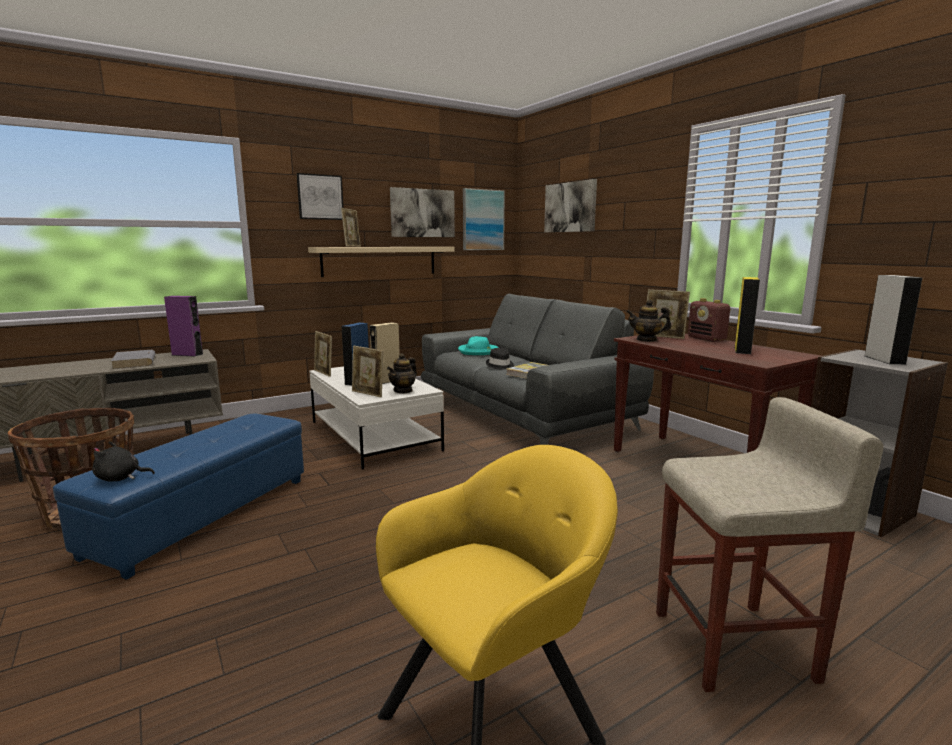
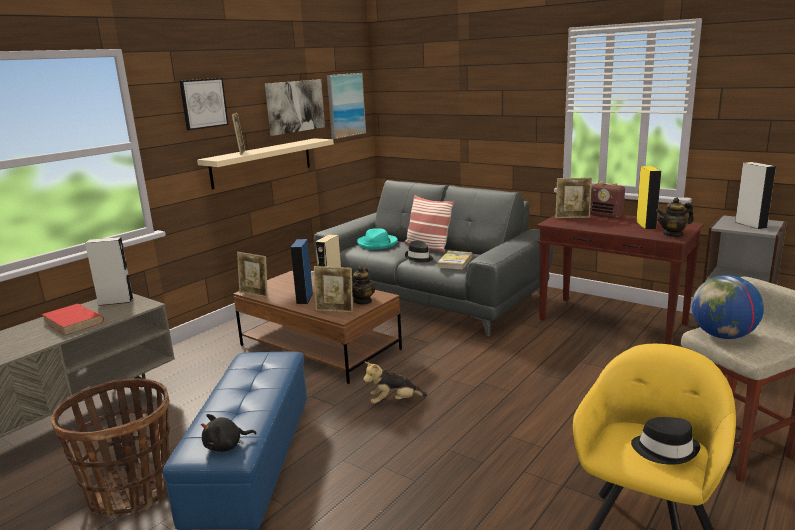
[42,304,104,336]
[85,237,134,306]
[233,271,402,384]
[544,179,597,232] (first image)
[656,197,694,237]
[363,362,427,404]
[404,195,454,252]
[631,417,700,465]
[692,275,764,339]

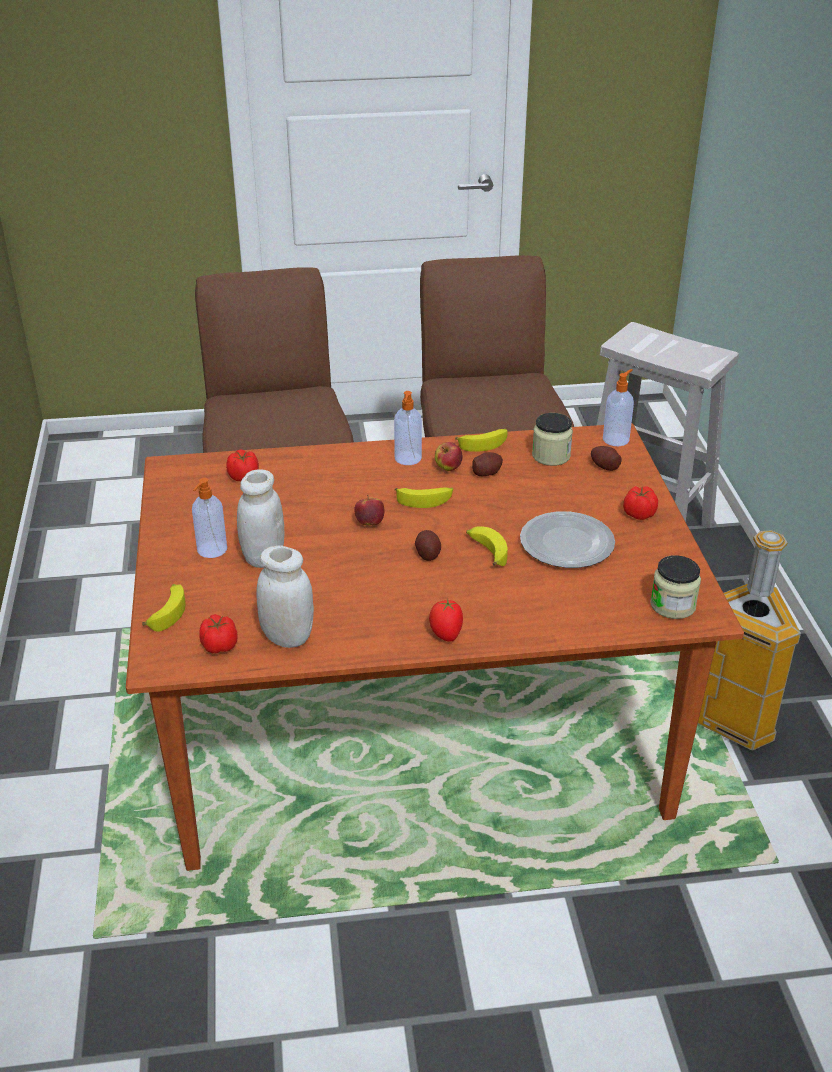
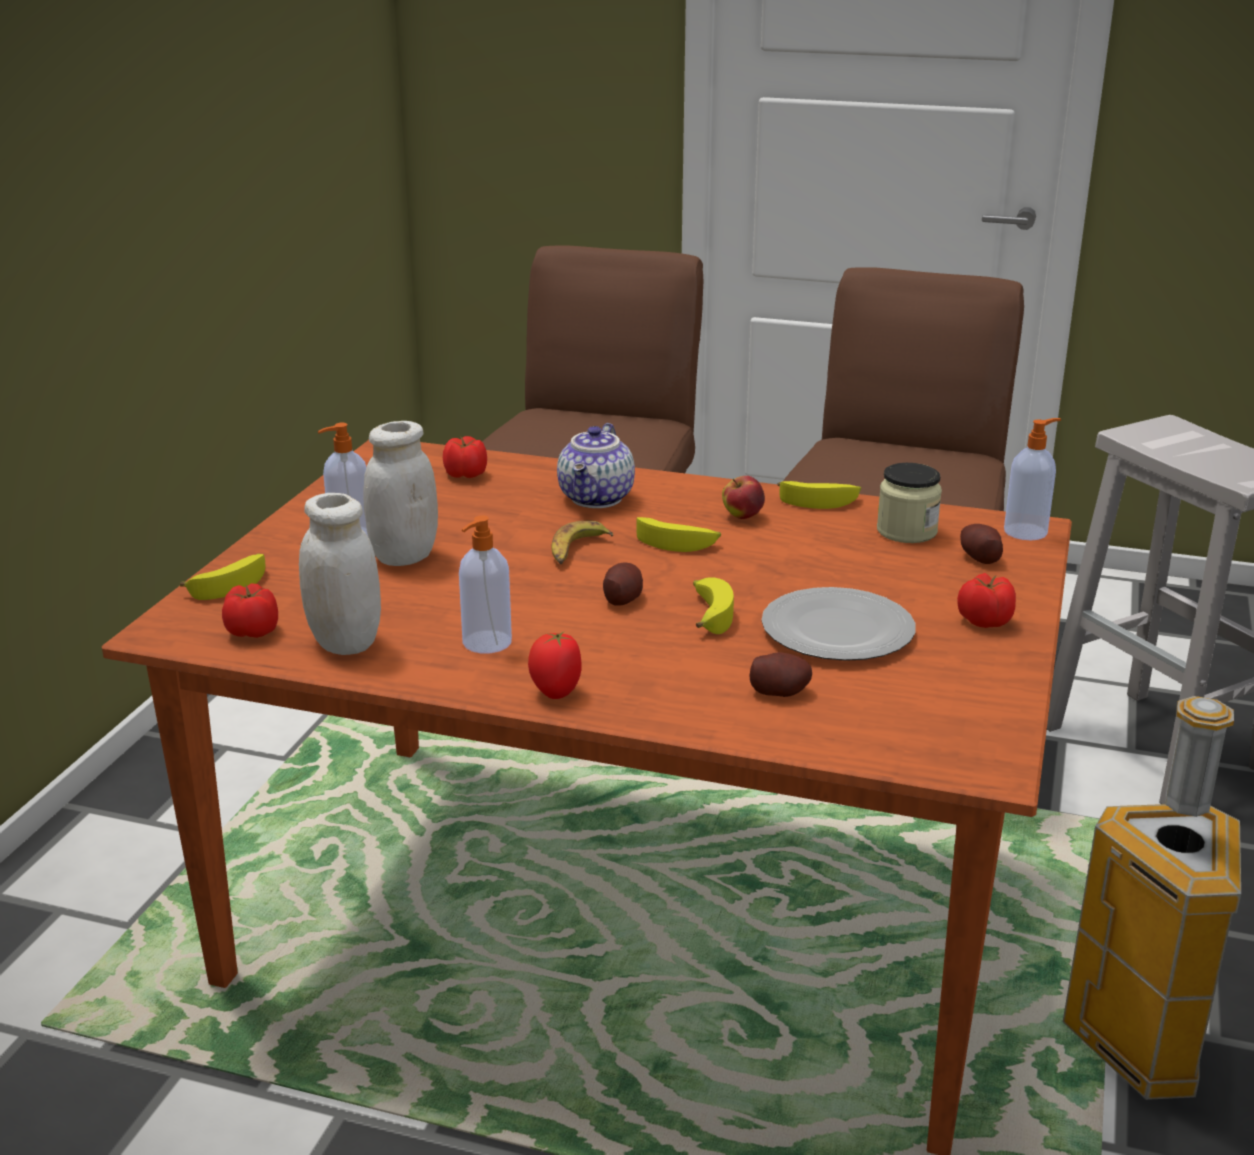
[551,521,613,565]
[459,515,512,653]
[749,652,812,697]
[650,555,701,619] (first image)
[557,423,635,508]

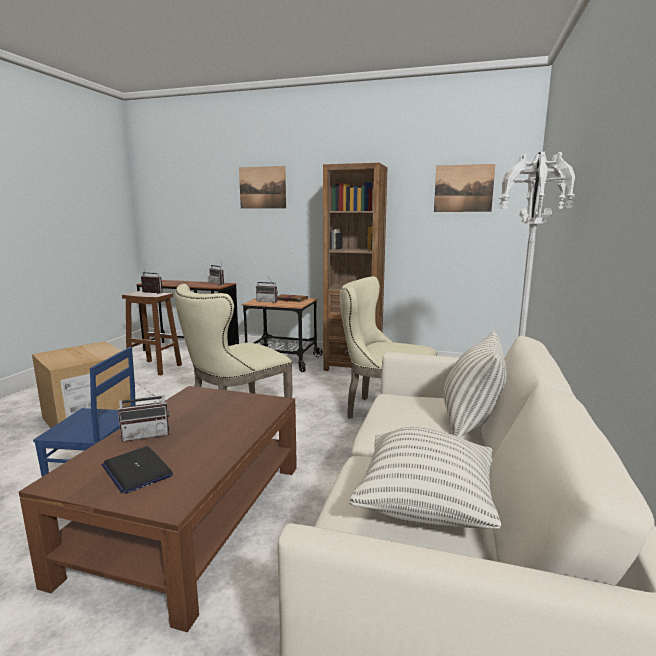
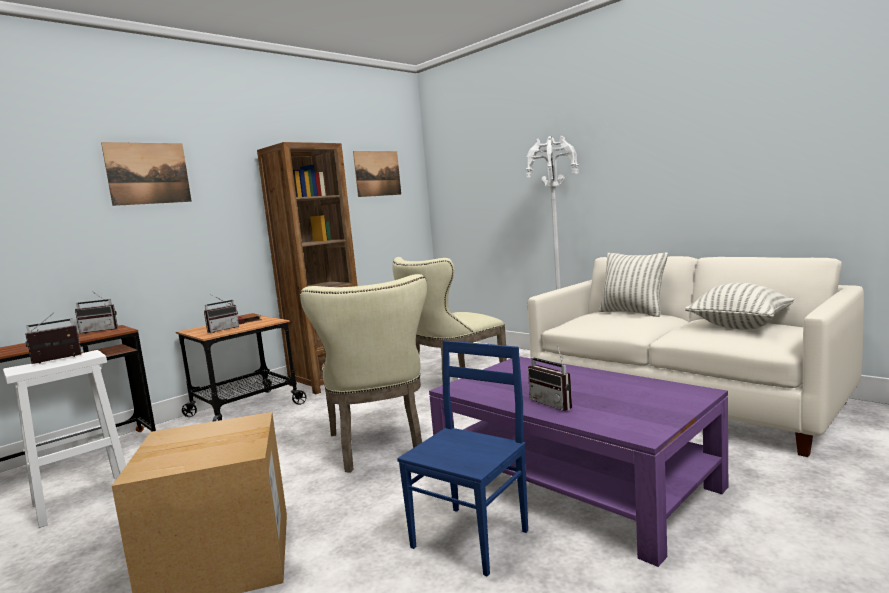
[429,357,728,567]
[101,446,173,494] (first image)
[528,345,572,411]
[3,350,126,528]

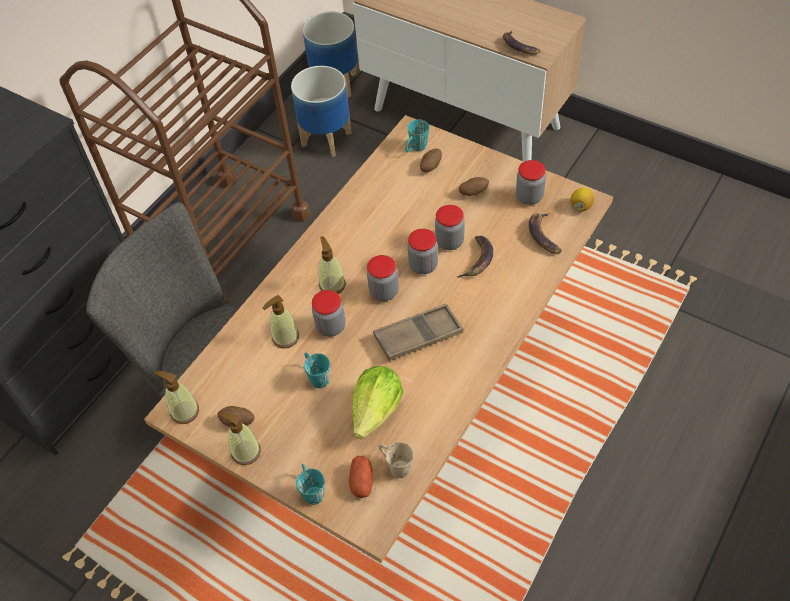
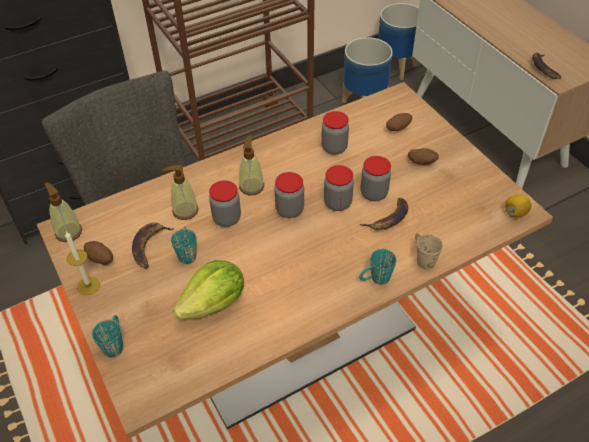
[65,232,100,295]
[349,456,373,498] (first image)
[373,304,463,361] (first image)
[415,233,443,269]
[359,249,397,285]
[321,111,349,155]
[132,222,174,269]

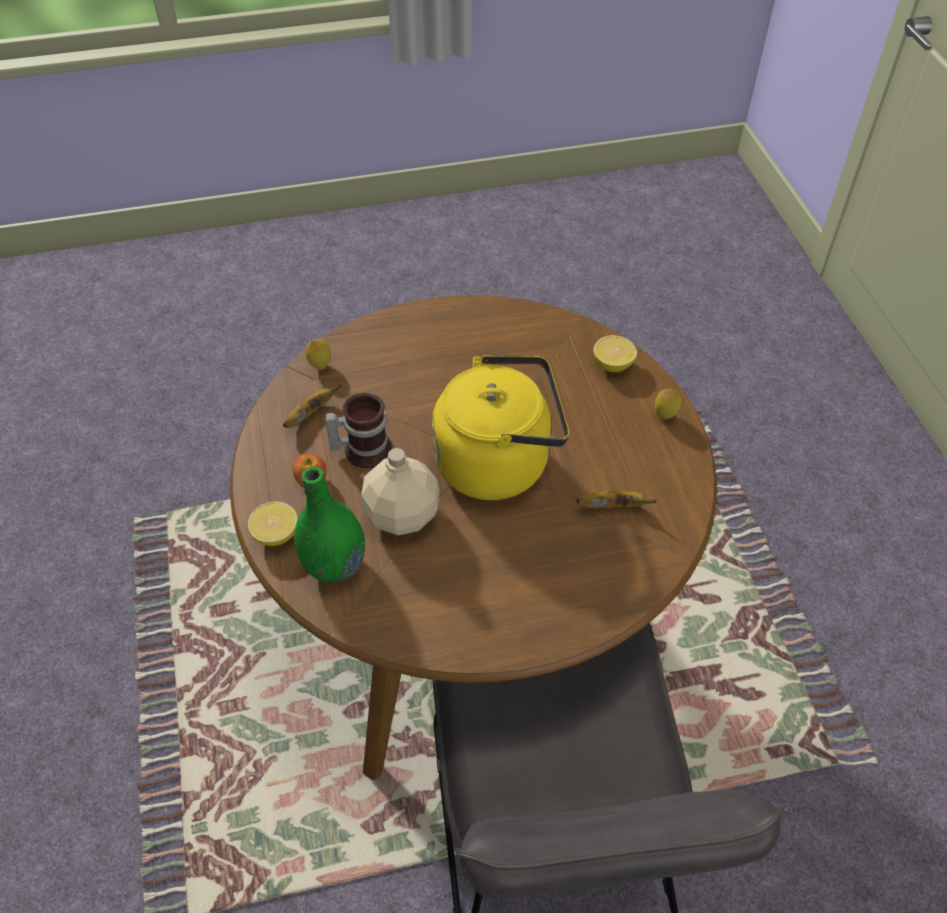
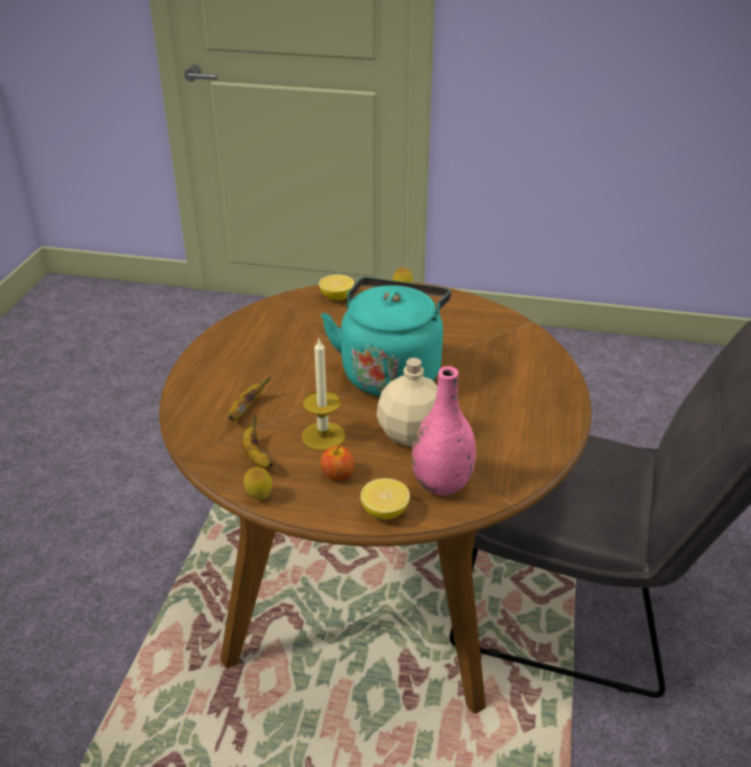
[412,366,476,495]
[244,467,273,500]
[301,339,345,451]
[321,277,451,396]
[228,376,271,421]

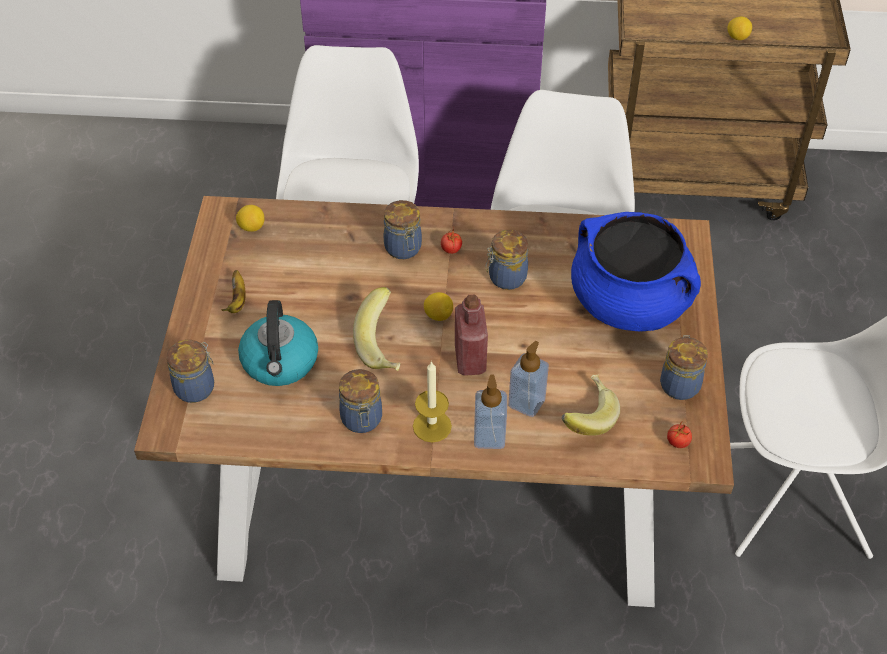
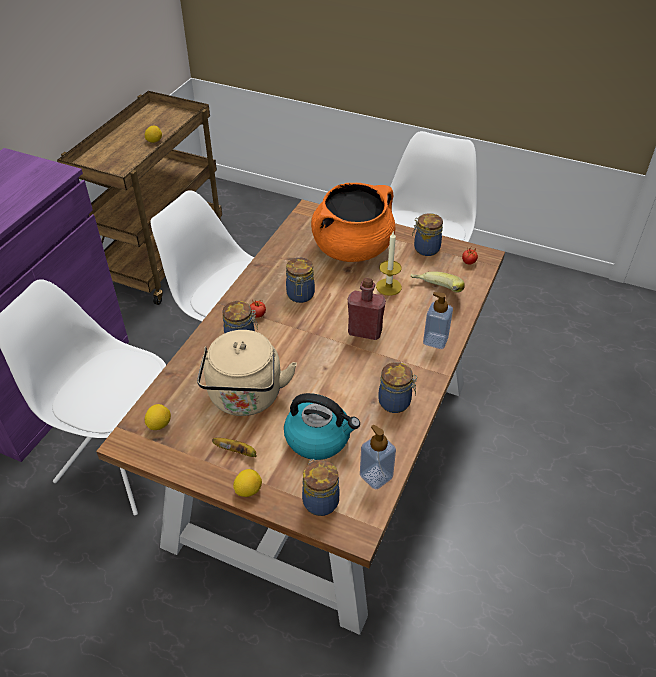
[353,287,400,371] (first image)
[376,232,402,296]
[233,469,262,497]
[360,425,396,490]
[311,183,395,262]
[197,330,297,416]

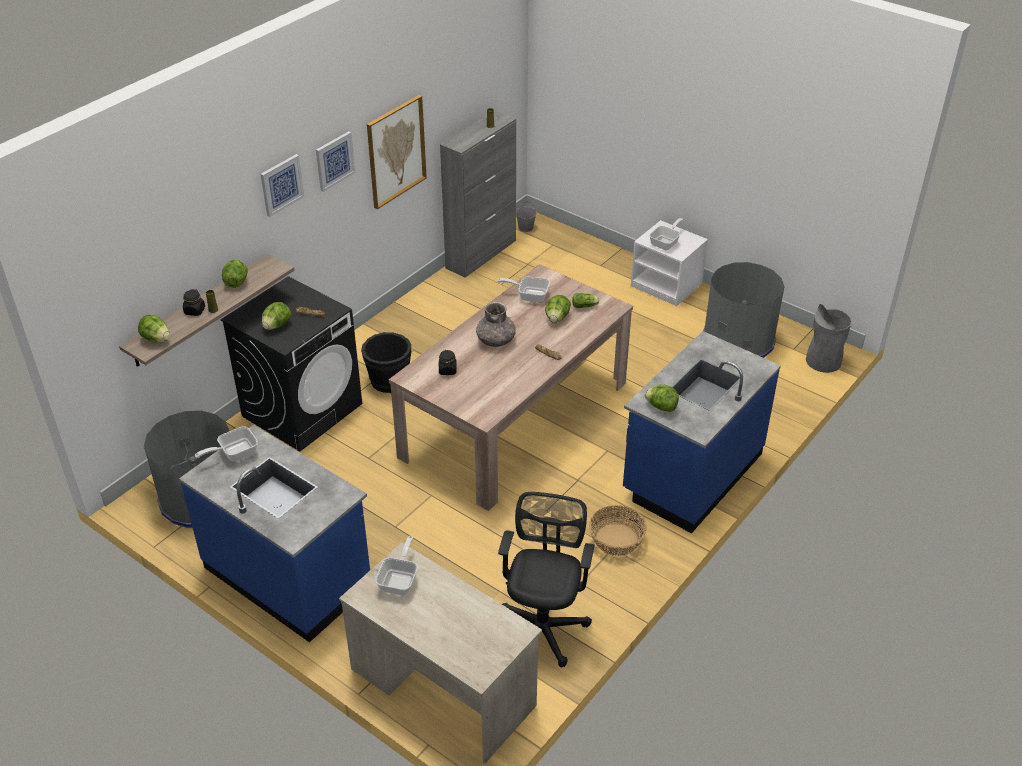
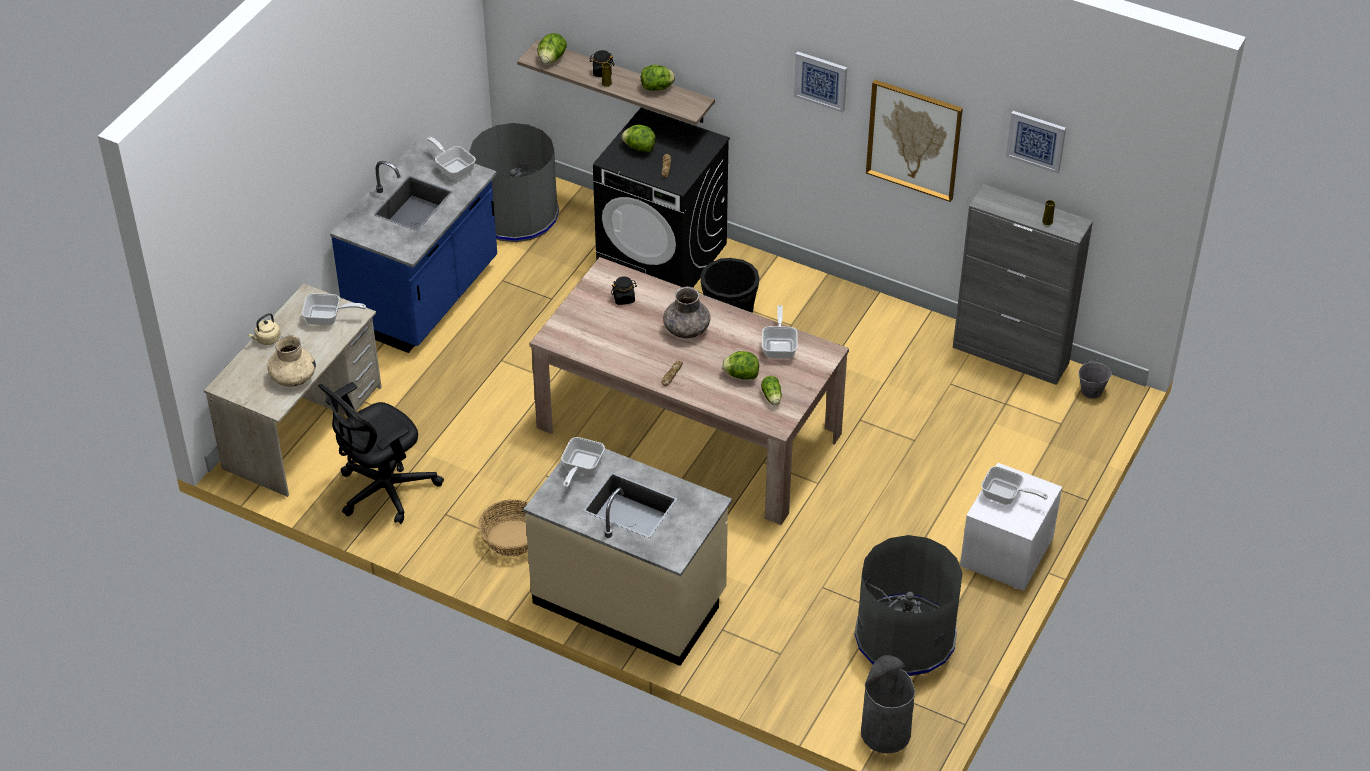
[1006,111,1066,174]
[318,382,444,524]
[523,449,732,666]
[561,437,605,488]
[248,313,281,345]
[267,334,316,387]

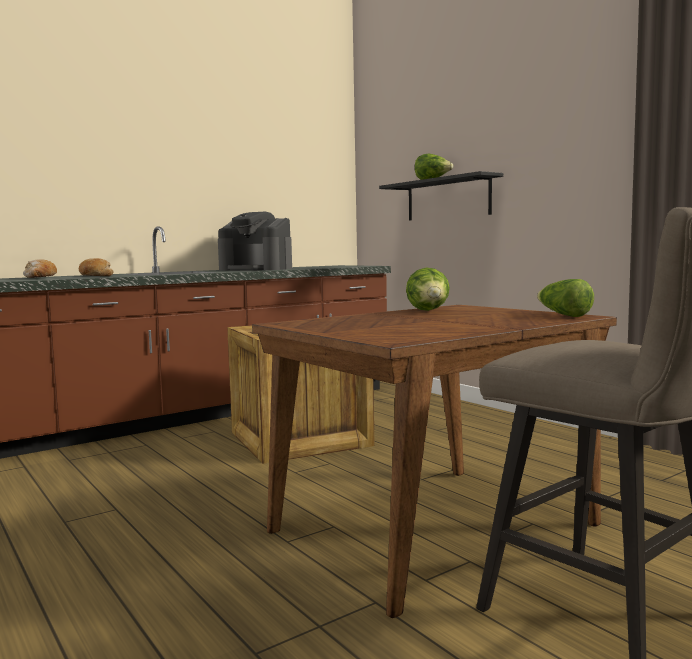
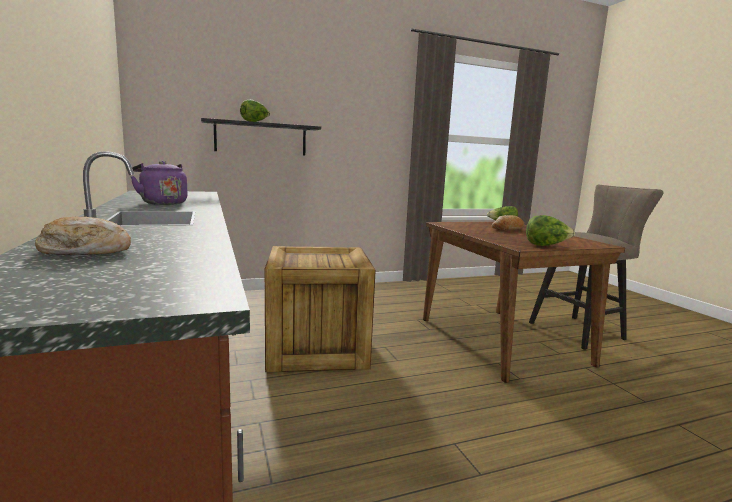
[492,215,524,230]
[130,161,188,205]
[526,215,575,246]

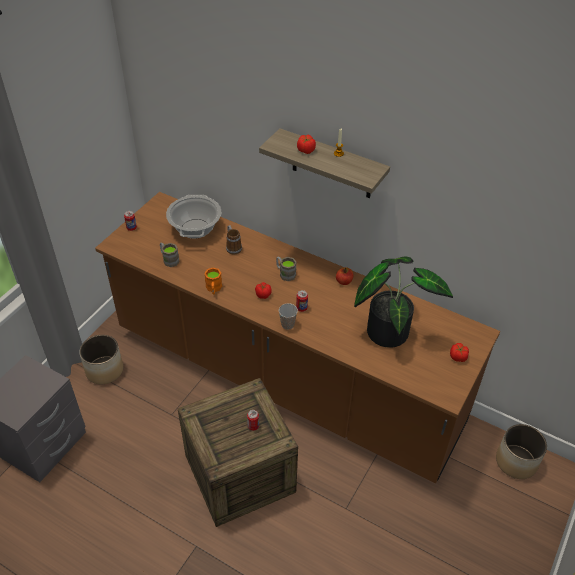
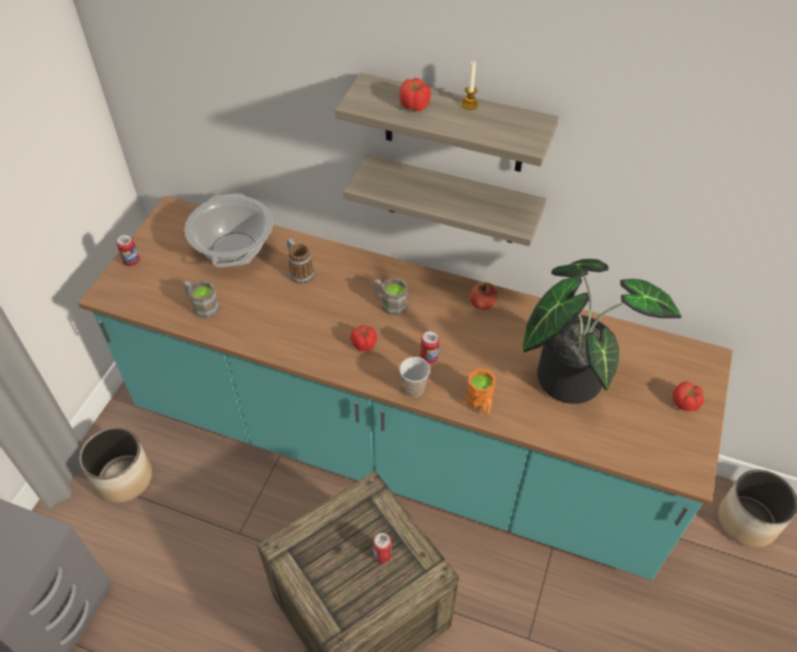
[78,196,733,580]
[466,369,496,414]
[343,154,546,246]

